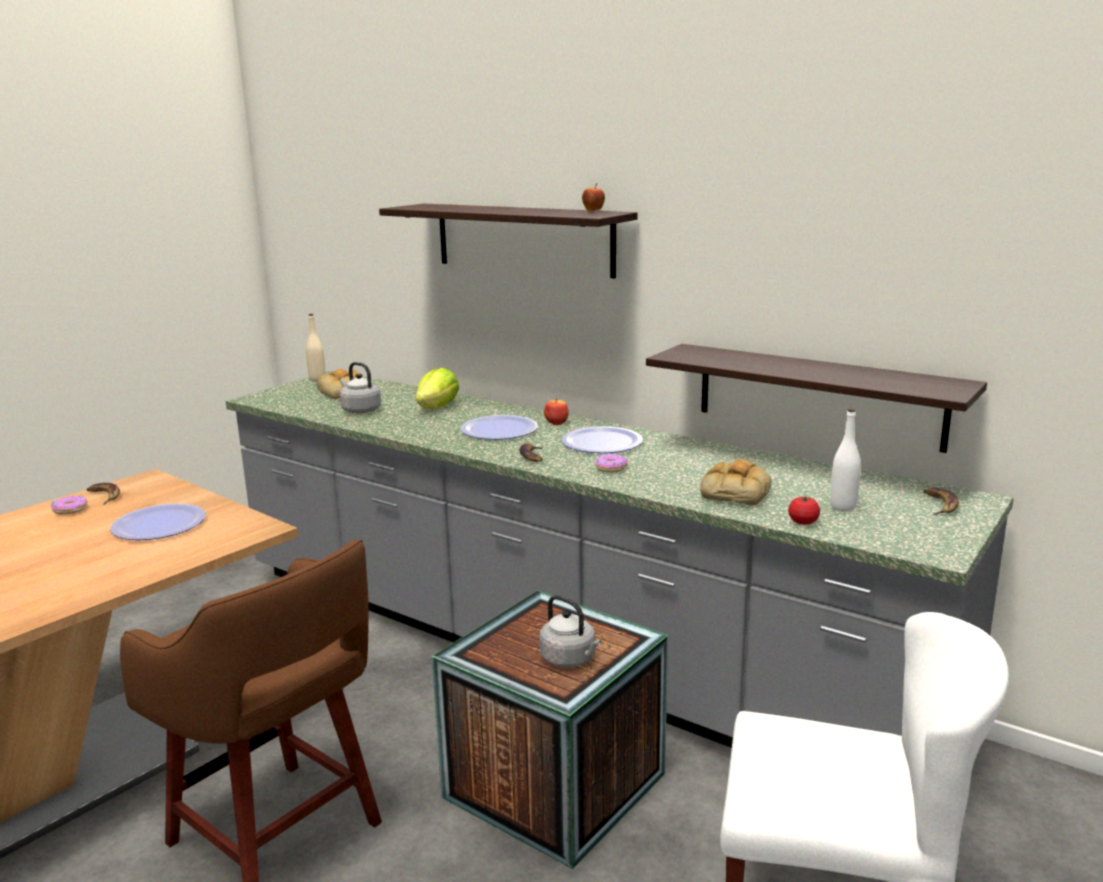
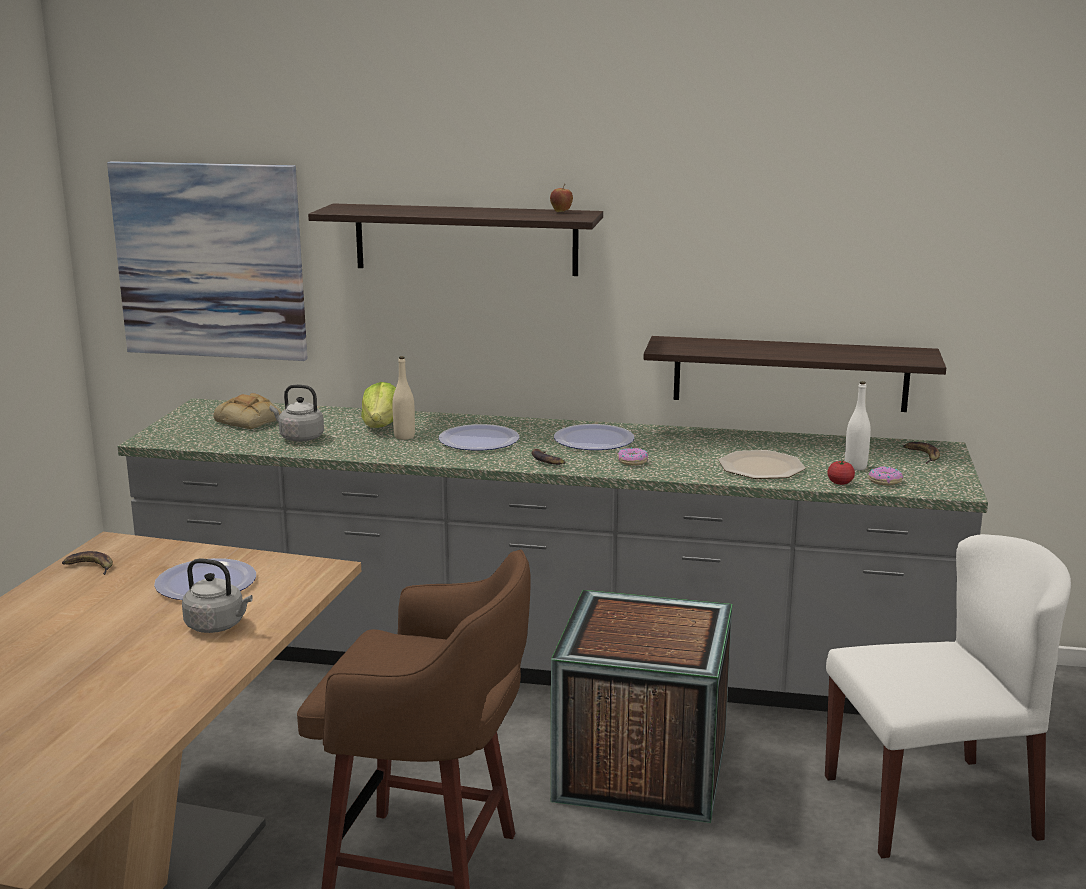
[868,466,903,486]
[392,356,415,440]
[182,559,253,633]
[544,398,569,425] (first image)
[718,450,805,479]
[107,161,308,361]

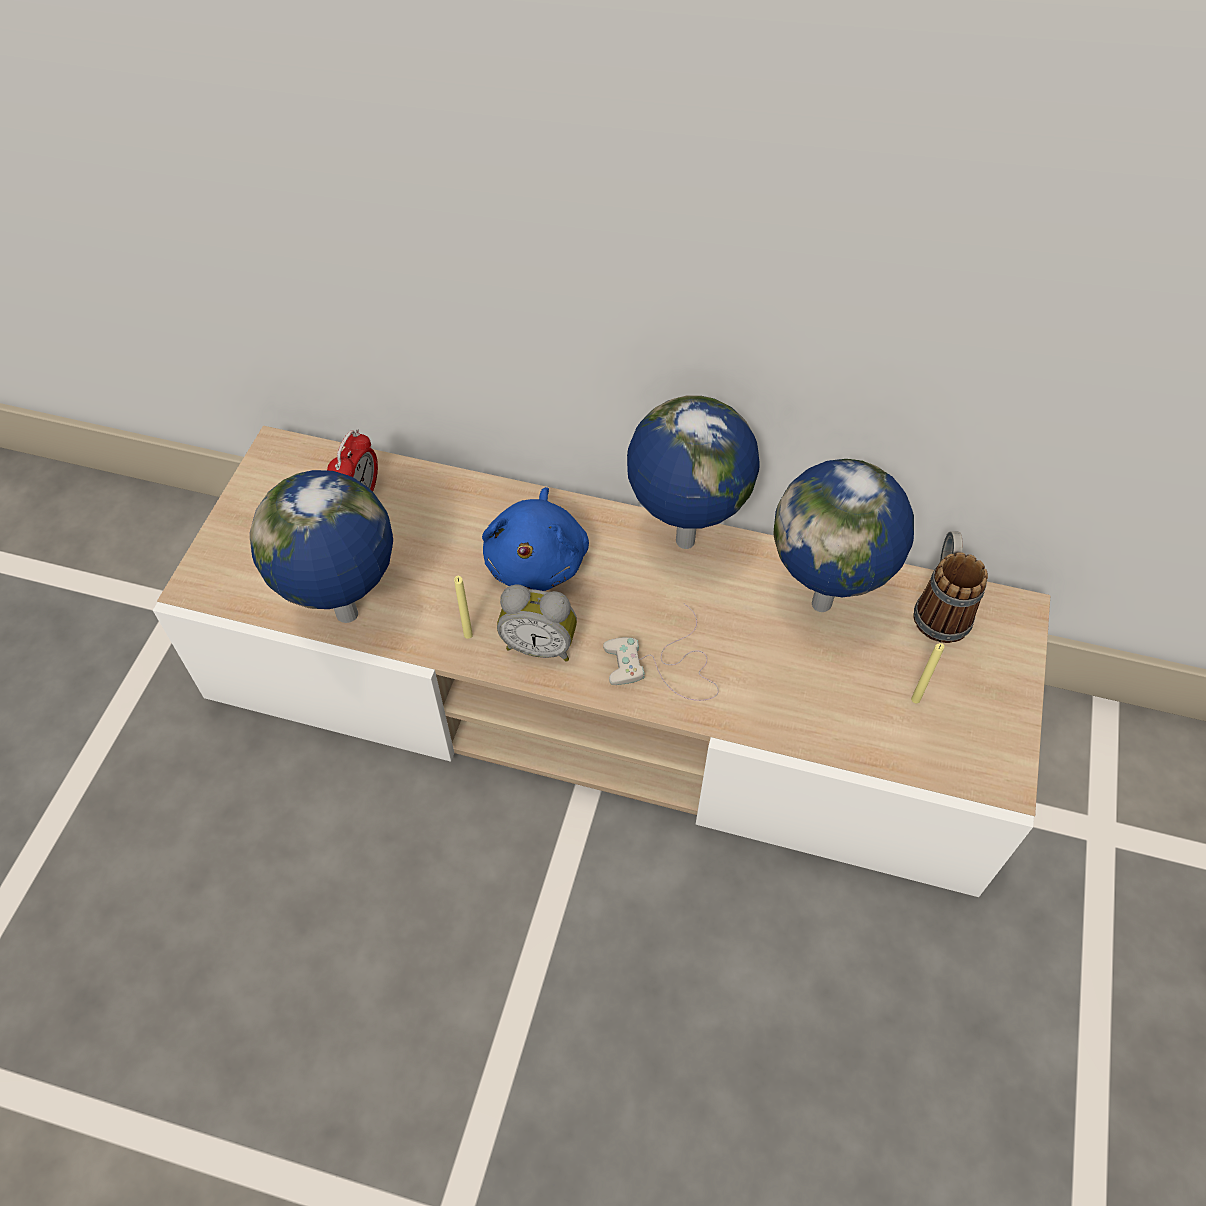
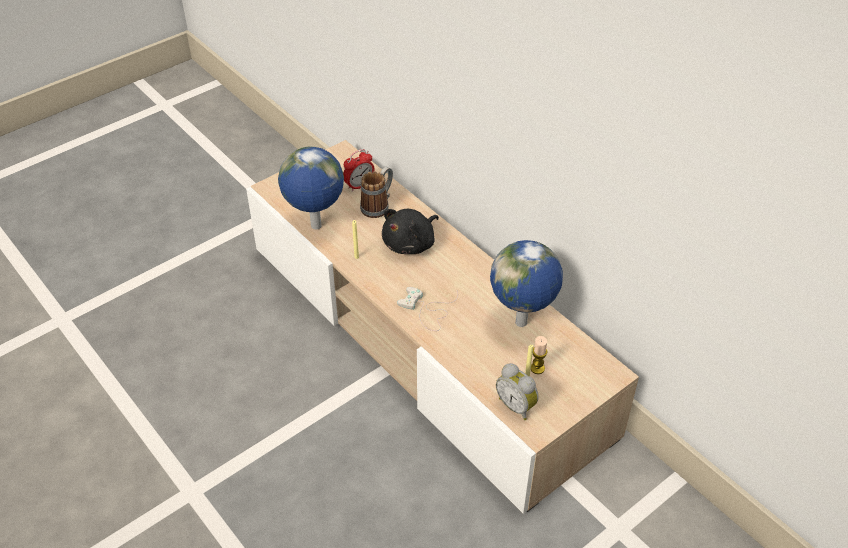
[382,209,439,254]
[496,363,539,420]
[627,396,760,549] (first image)
[360,167,393,218]
[531,336,547,374]

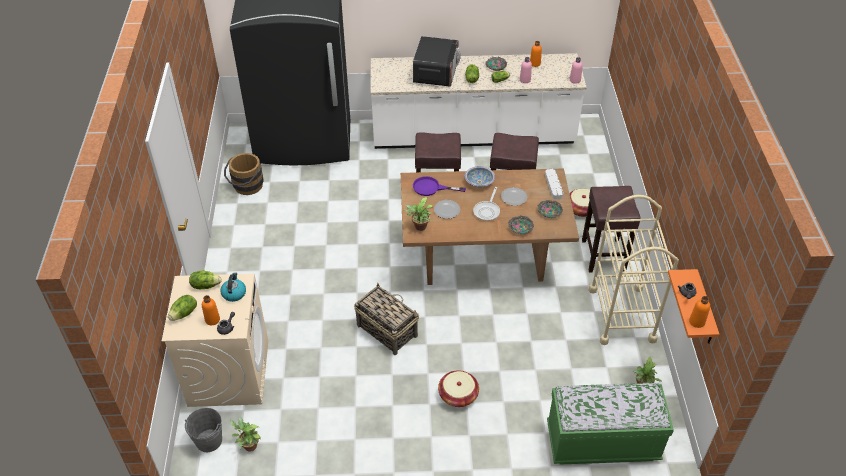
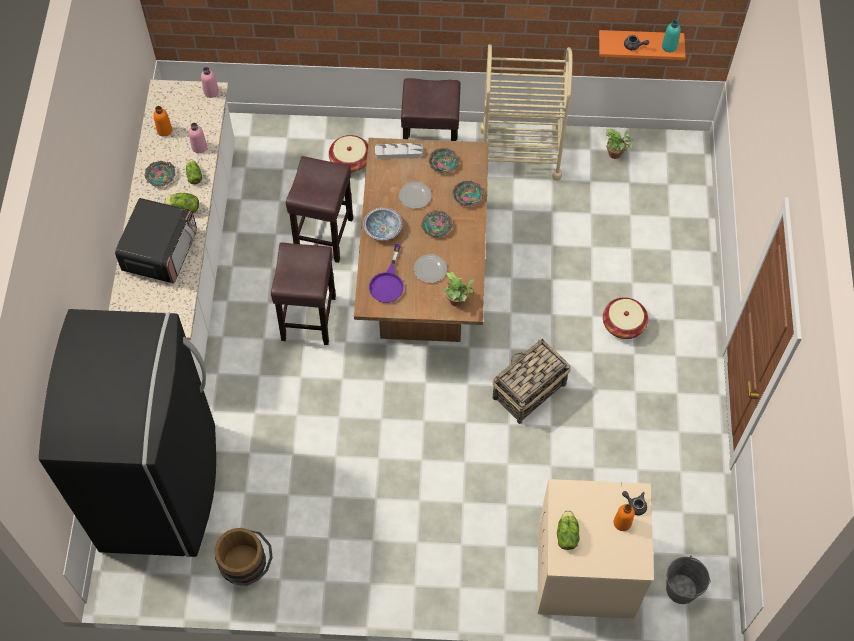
[168,295,197,321] (first image)
[220,272,246,302] (first image)
[230,417,261,452] (first image)
[115,198,197,284]
[421,210,453,237]
[547,383,674,465] (first image)
[662,20,681,52]

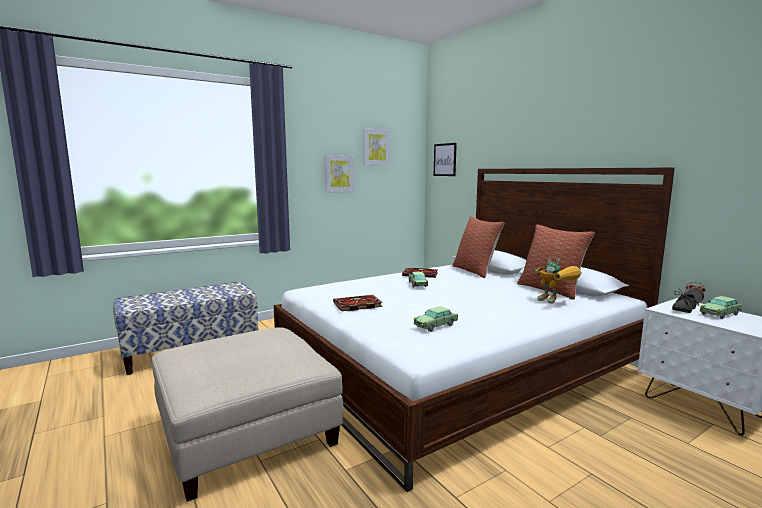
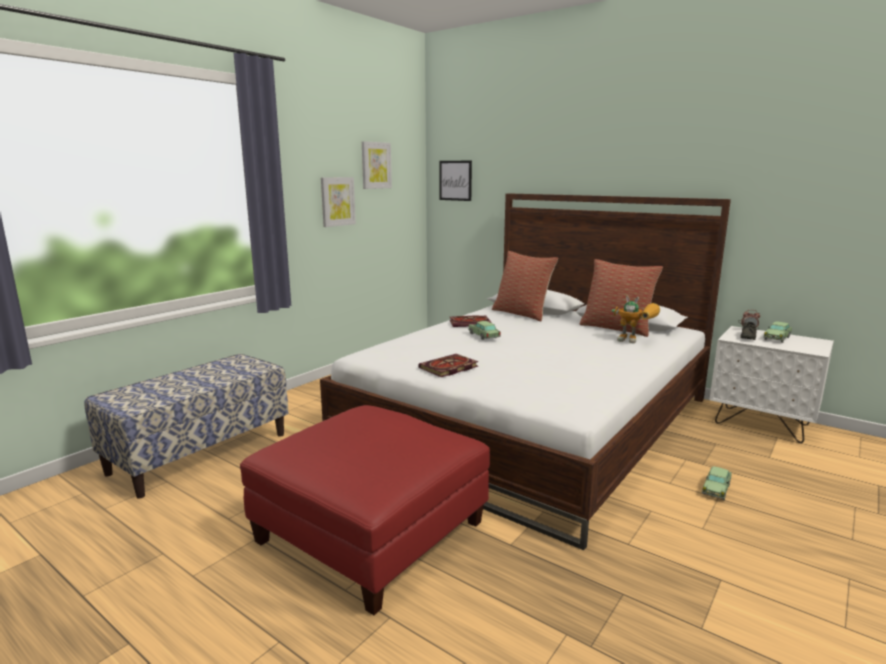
[240,405,490,615]
[702,466,732,500]

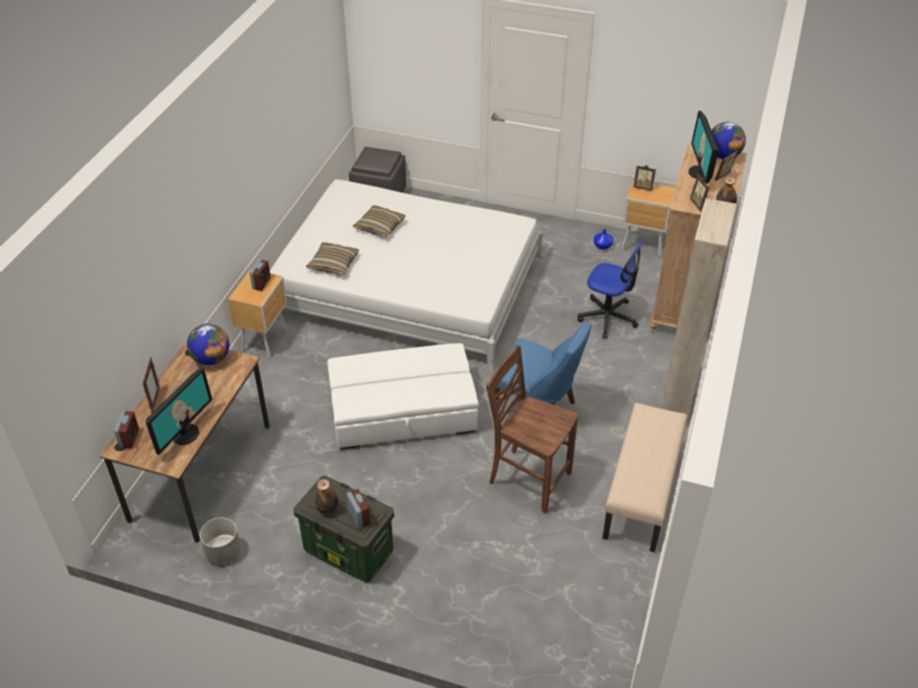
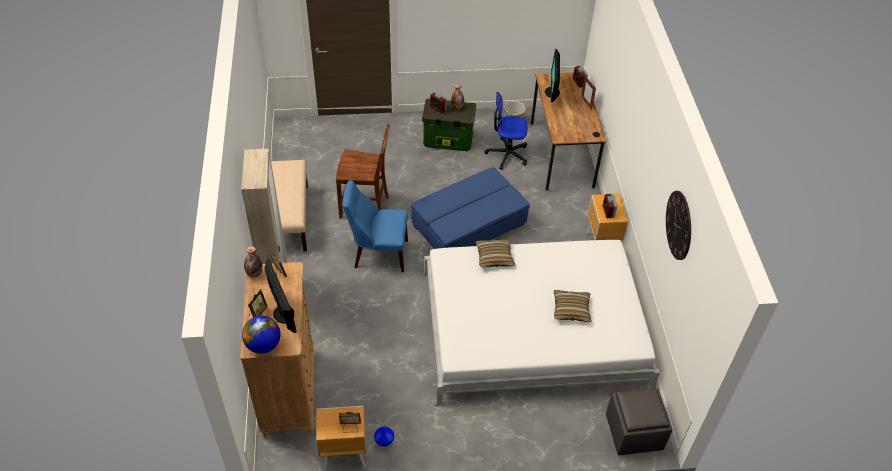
[187,324,229,365] (first image)
[476,239,515,267]
[411,167,530,249]
[484,92,527,170]
[666,191,691,260]

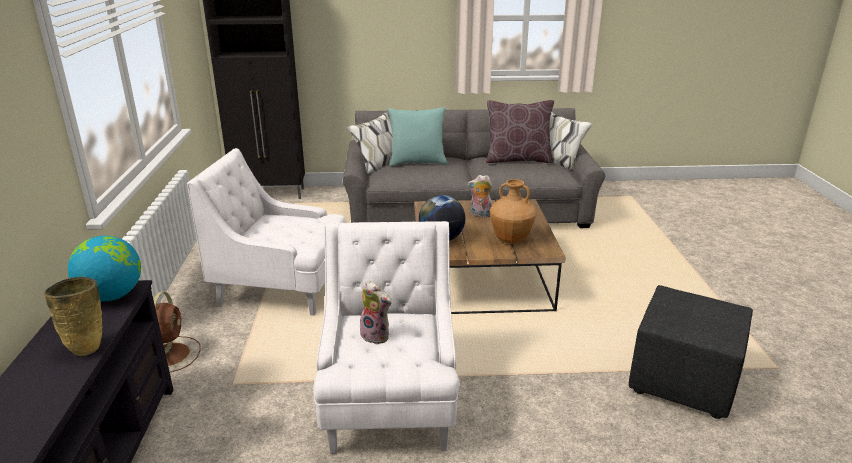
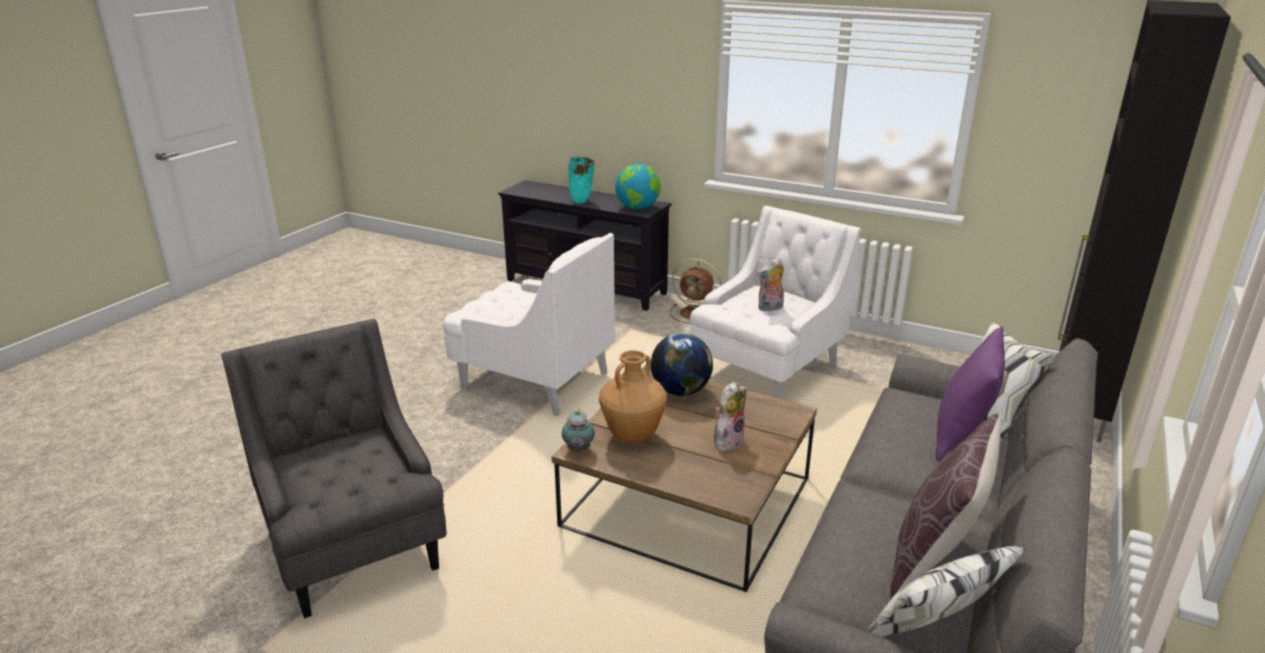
[568,157,595,204]
[758,257,784,311]
[935,326,1005,461]
[221,319,447,618]
[562,409,595,452]

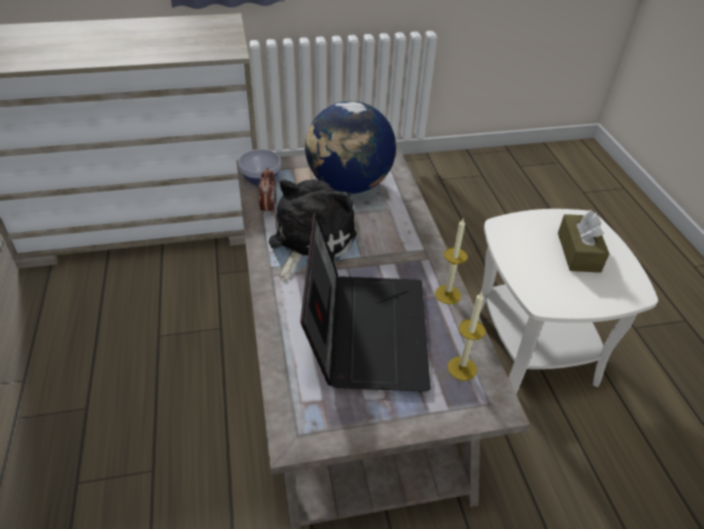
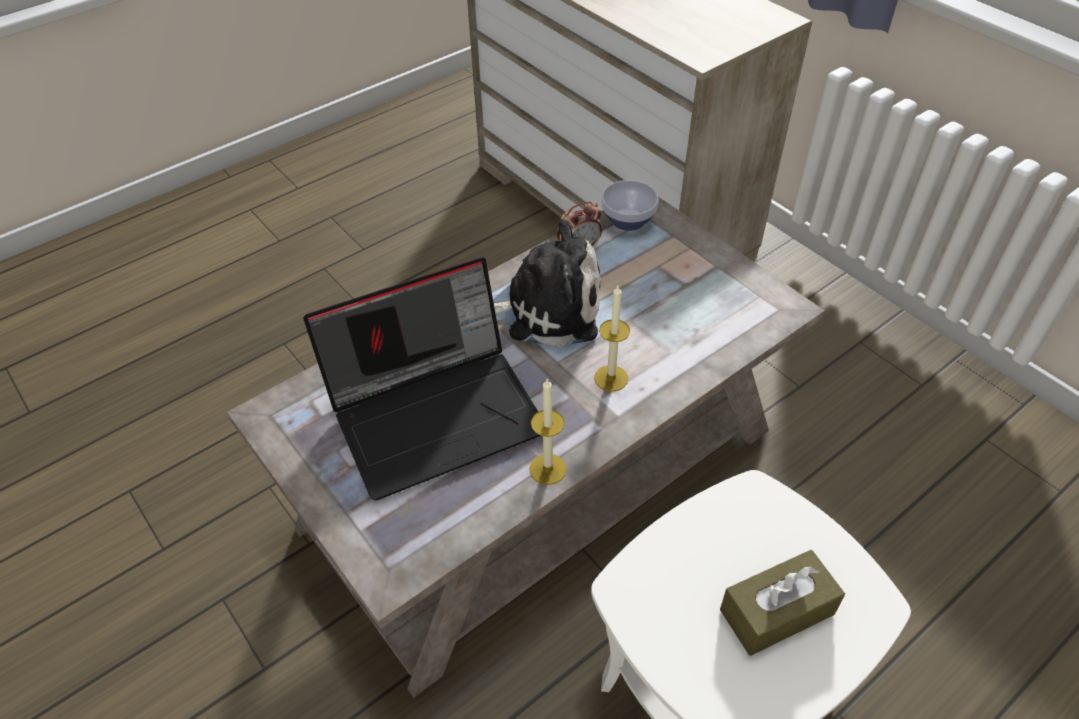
[305,101,396,194] (first image)
[594,286,630,392]

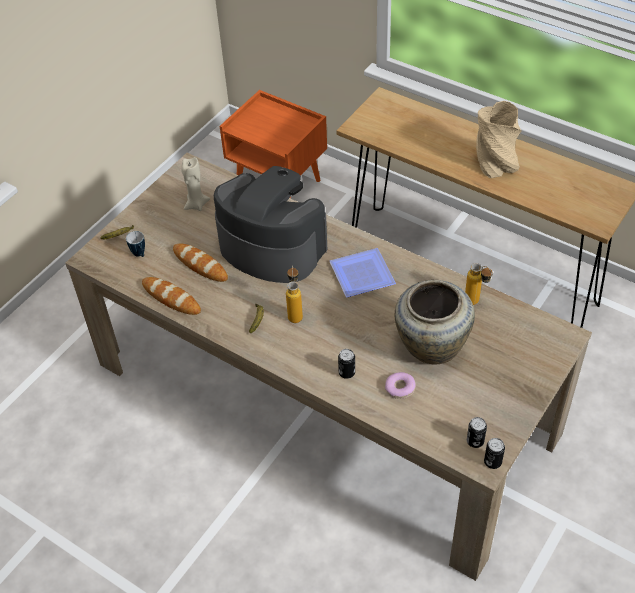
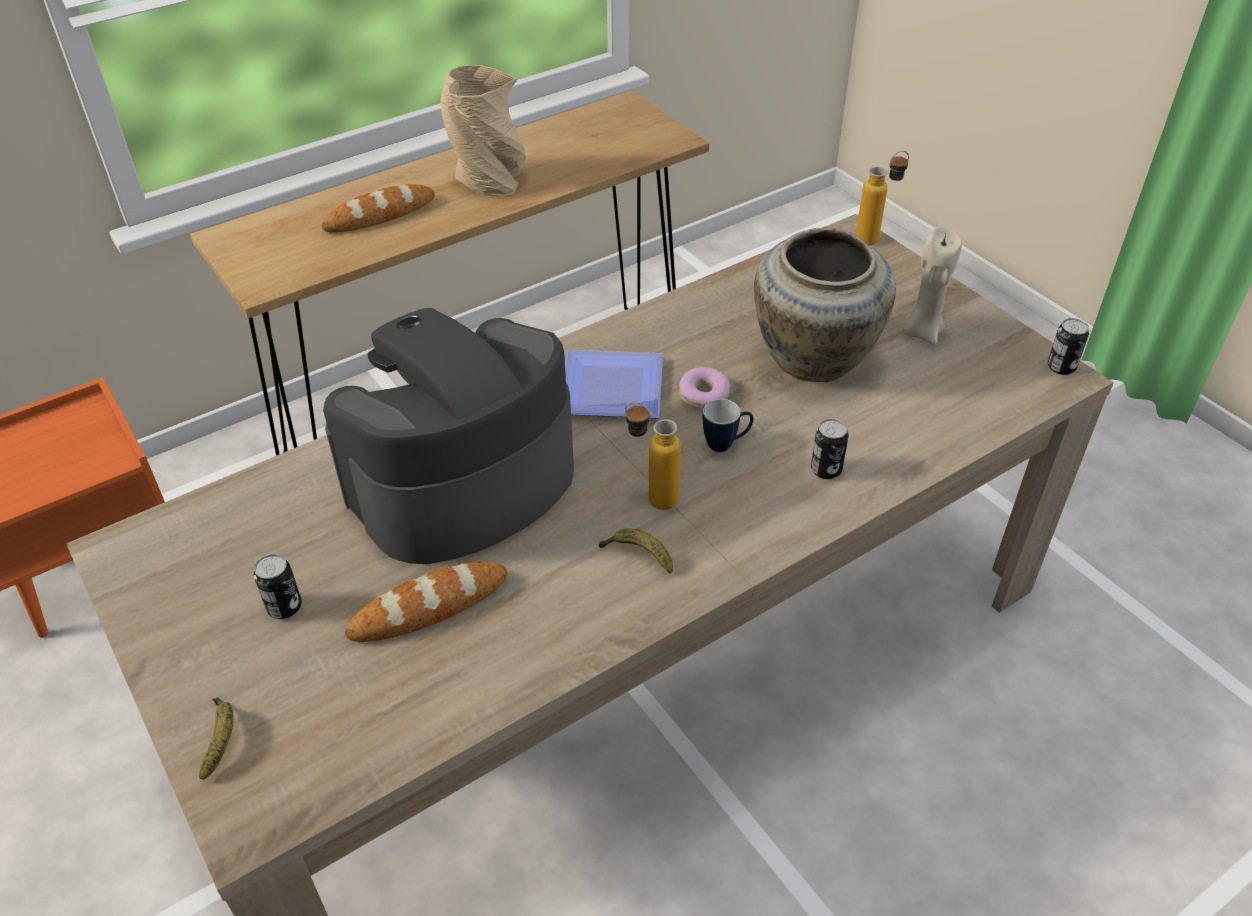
[703,399,754,452]
[322,184,435,233]
[903,227,962,345]
[679,367,730,409]
[855,151,909,245]
[254,554,302,619]

